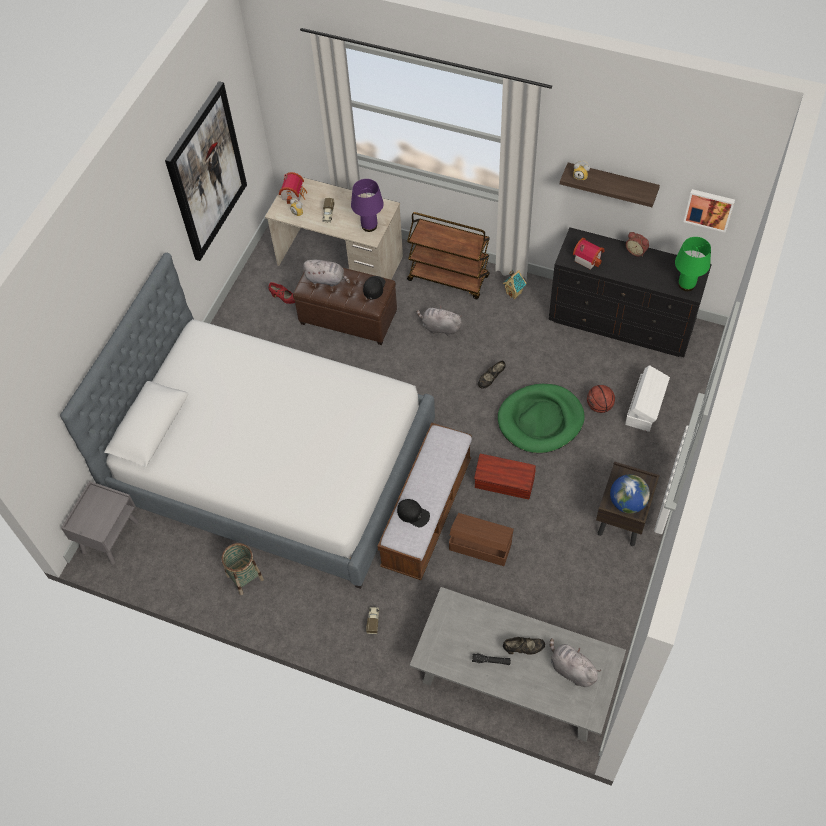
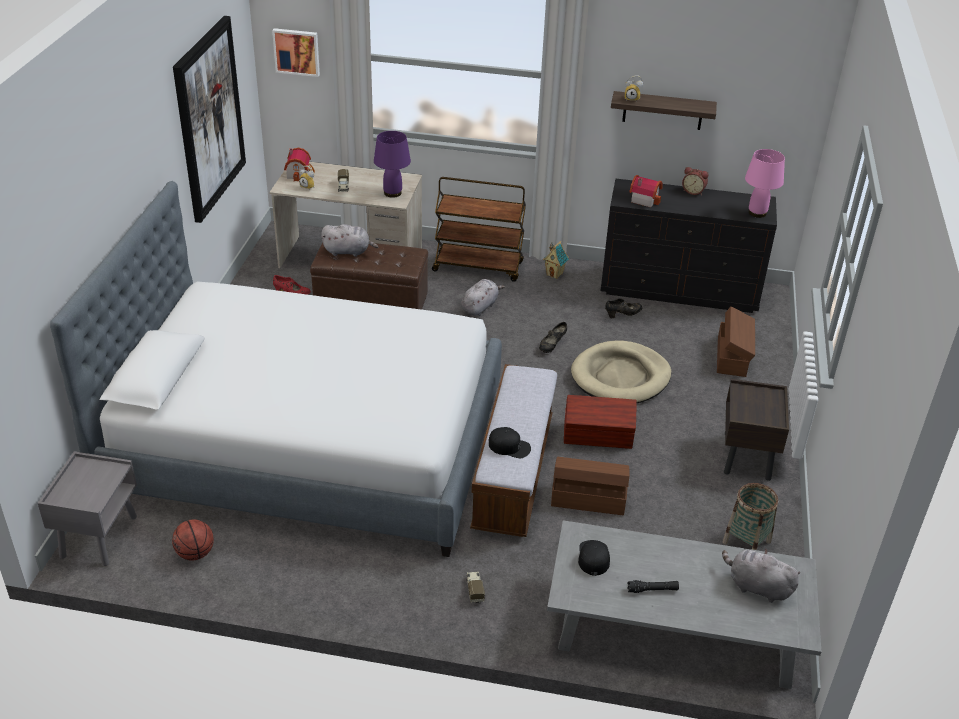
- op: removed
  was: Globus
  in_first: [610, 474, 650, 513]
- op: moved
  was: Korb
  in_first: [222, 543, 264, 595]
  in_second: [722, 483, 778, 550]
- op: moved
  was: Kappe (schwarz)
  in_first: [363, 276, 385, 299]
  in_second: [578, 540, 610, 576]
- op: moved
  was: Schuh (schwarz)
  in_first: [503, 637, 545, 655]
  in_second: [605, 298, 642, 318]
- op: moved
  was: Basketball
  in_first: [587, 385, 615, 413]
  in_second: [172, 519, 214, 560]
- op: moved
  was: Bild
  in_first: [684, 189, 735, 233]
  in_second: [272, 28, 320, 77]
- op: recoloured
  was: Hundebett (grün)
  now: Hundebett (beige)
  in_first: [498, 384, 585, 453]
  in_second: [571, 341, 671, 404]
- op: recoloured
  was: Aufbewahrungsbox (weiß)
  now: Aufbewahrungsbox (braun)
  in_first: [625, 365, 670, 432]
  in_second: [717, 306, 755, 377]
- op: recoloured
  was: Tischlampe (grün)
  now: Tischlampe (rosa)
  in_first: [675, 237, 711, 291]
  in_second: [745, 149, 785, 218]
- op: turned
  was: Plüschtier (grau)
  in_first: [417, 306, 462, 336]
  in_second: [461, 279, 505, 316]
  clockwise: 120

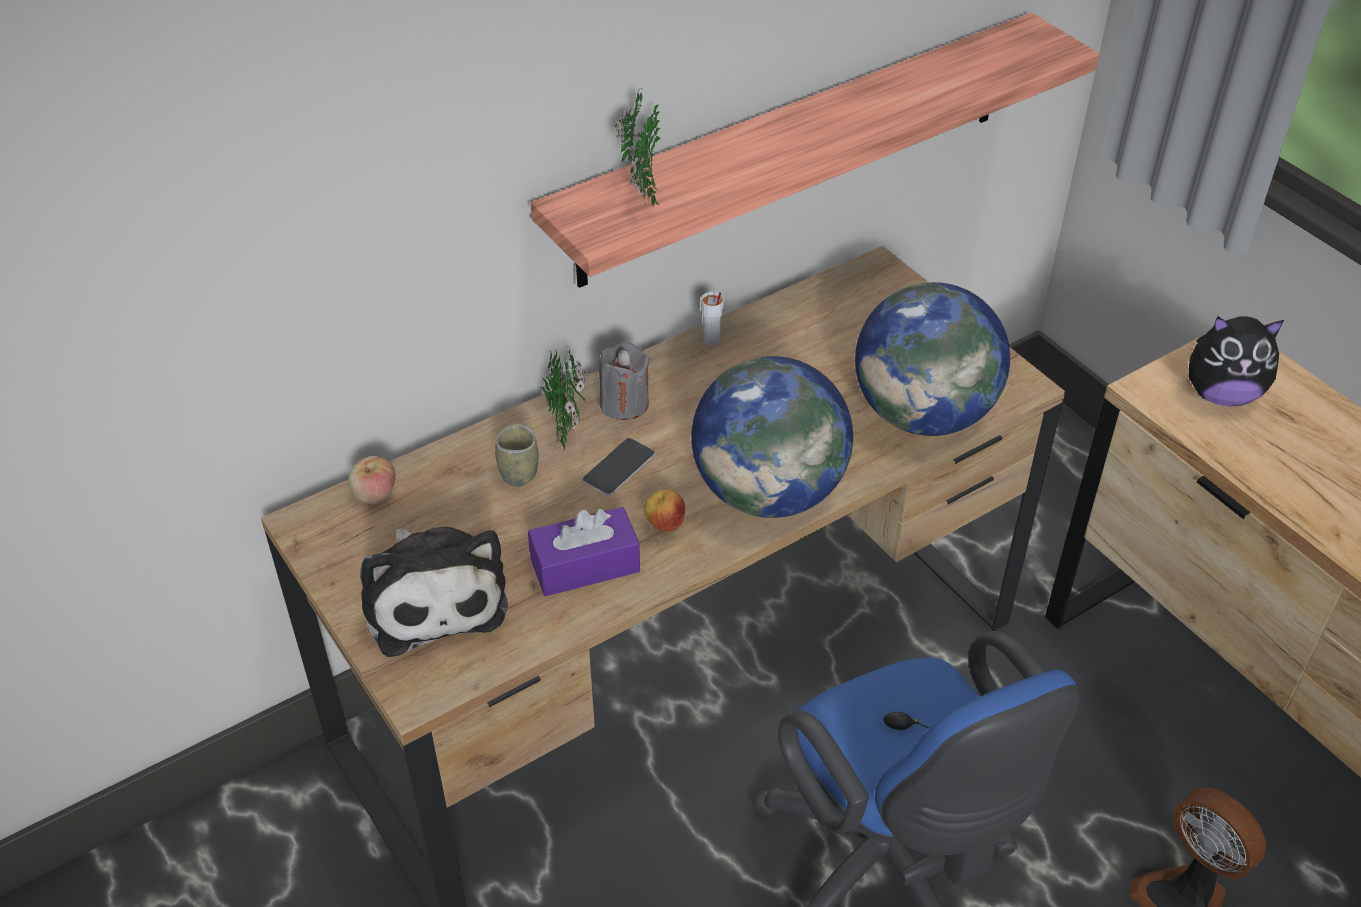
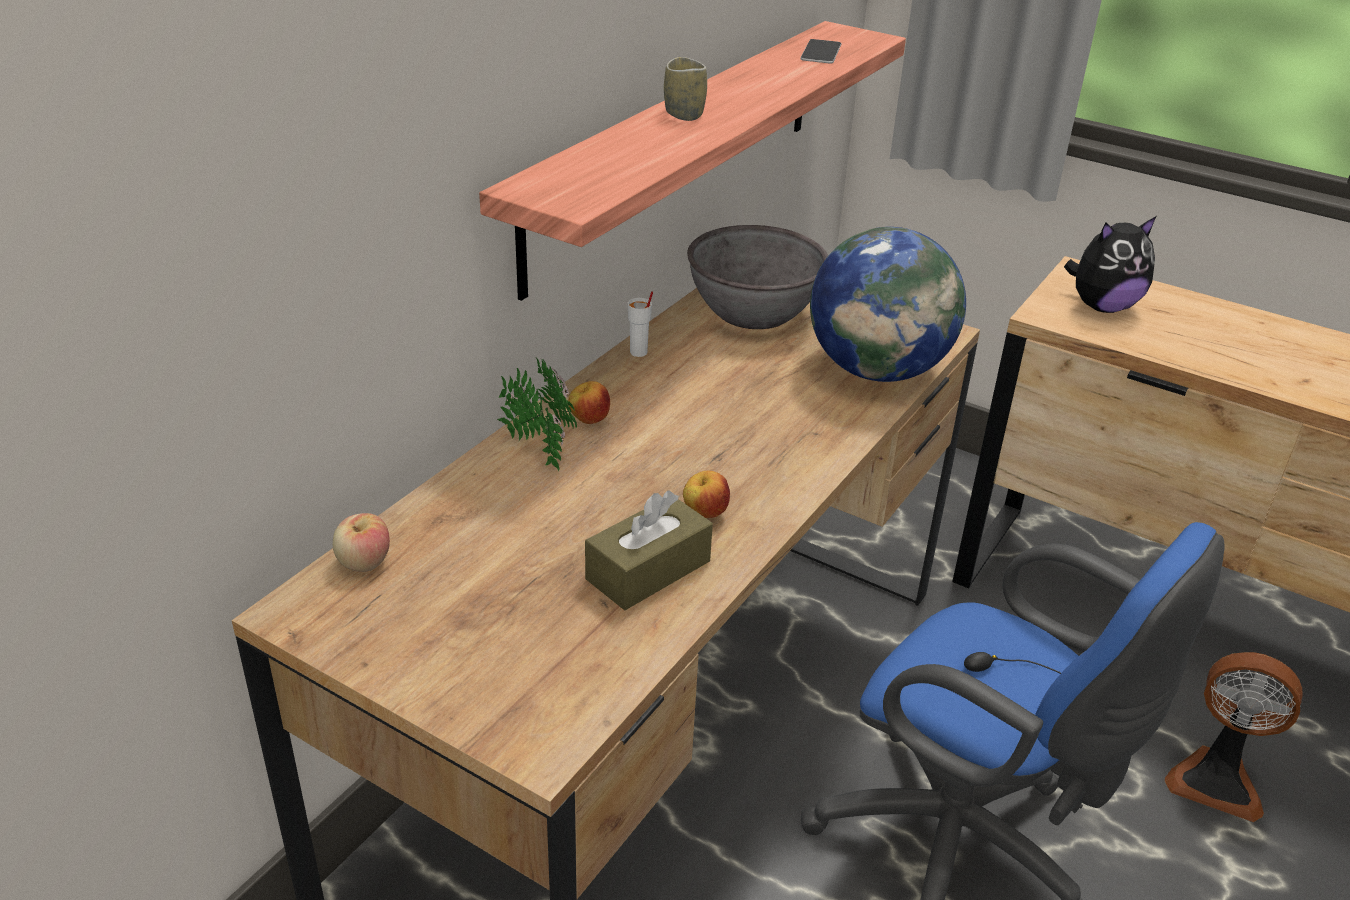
- op: removed
  was: Plüschtier
  in_first: [360, 527, 508, 657]
- op: removed
  was: Topfpflanze
  in_first: [615, 88, 660, 207]
- op: removed
  was: Globus
  in_first: [691, 356, 853, 518]
- op: added
  now: Schüssel (grau)
  in_second: [687, 225, 828, 329]
- op: moved
  was: Tasse
  in_first: [495, 424, 539, 487]
  in_second: [664, 57, 707, 121]
- op: moved
  was: Handy
  in_first: [582, 438, 655, 496]
  in_second: [801, 39, 841, 64]
- op: replaced
  was: Kerze (grau)
  now: Apfel
  in_first: [597, 342, 649, 420]
  in_second: [568, 381, 610, 424]
- op: recoloured
  was: Taschentuchbox (lila)
  now: Taschentuchbox (braun)
  in_first: [528, 507, 640, 596]
  in_second: [585, 491, 713, 610]

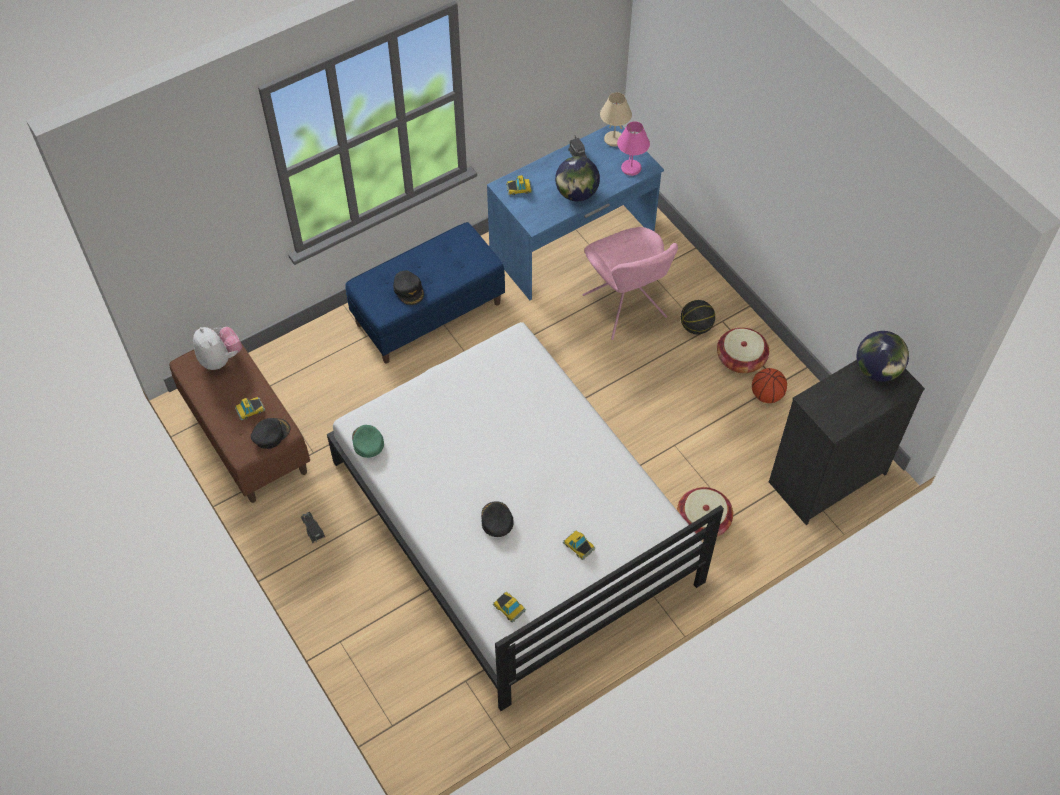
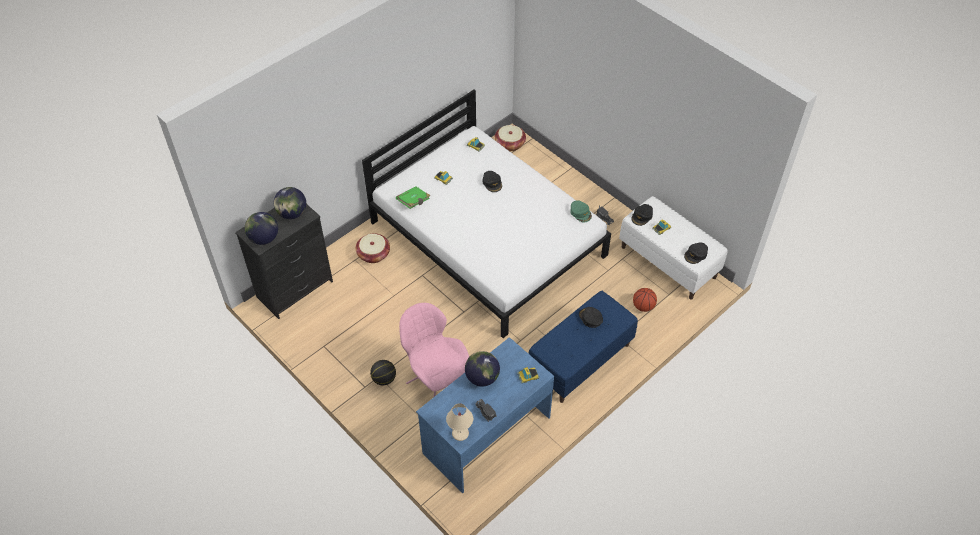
- op: removed
  was: Tischlampe (rosa)
  in_first: [617, 121, 650, 176]
- op: added
  now: Globus
  in_second: [274, 187, 306, 219]
- op: added
  now: Buch (grün)
  in_second: [396, 187, 430, 209]
- op: moved
  was: Korb
  in_first: [717, 328, 769, 373]
  in_second: [495, 125, 526, 151]
- op: moved
  was: Basketball
  in_first: [752, 368, 787, 403]
  in_second: [633, 288, 657, 312]
- op: replaced
  was: Plüschtier
  now: Kappe (schwarz)
  in_first: [193, 327, 242, 370]
  in_second: [684, 242, 708, 264]
- op: recoloured
  was: Bank (braun)
  now: Bank (weiß)
  in_first: [169, 341, 310, 503]
  in_second: [619, 196, 728, 300]

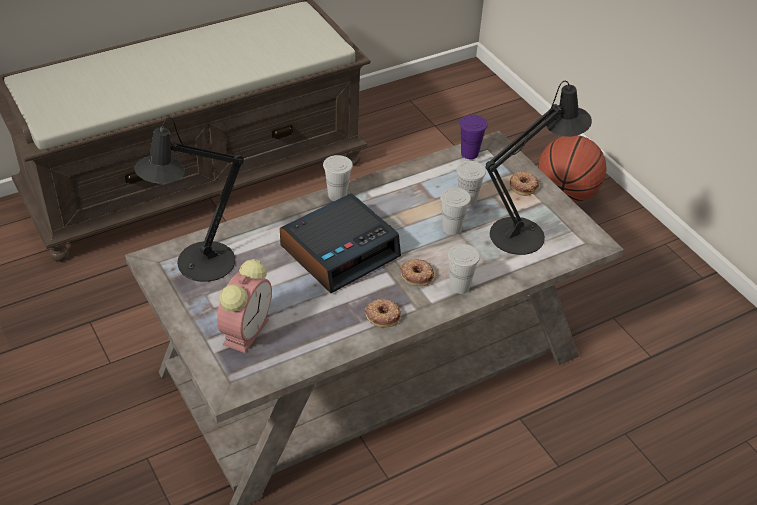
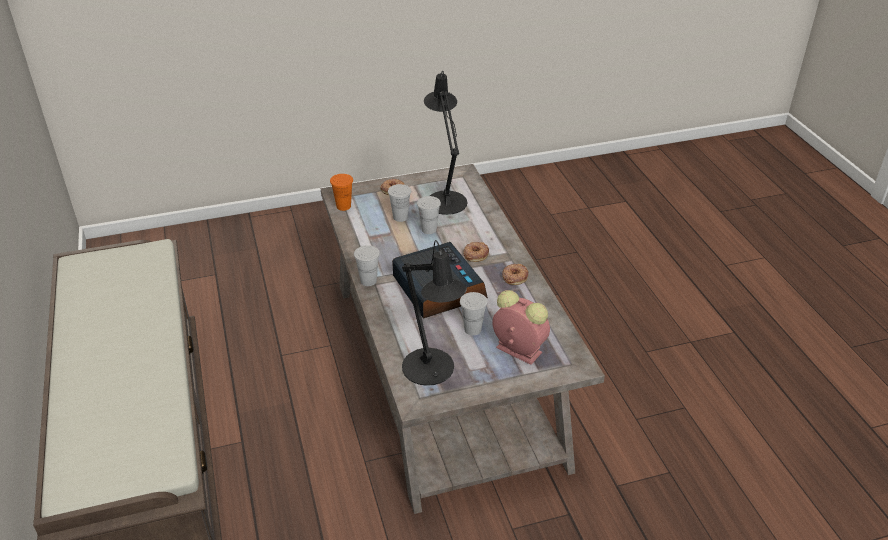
- op: removed
  was: Basketball
  in_first: [538, 135, 606, 202]
- op: moved
  was: Tasse (weiß)
  in_first: [448, 244, 480, 294]
  in_second: [460, 292, 488, 335]
- op: recoloured
  was: Tasse (lila)
  now: Tasse (orange)
  in_first: [459, 115, 488, 159]
  in_second: [330, 174, 353, 211]

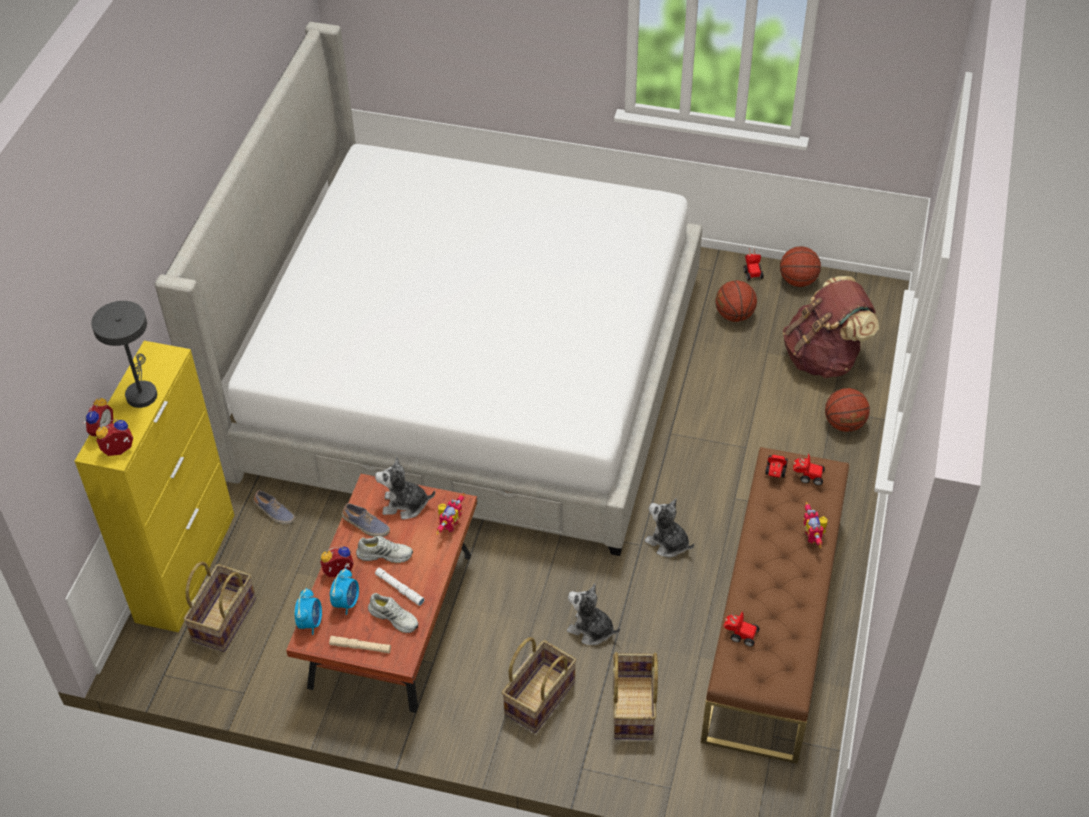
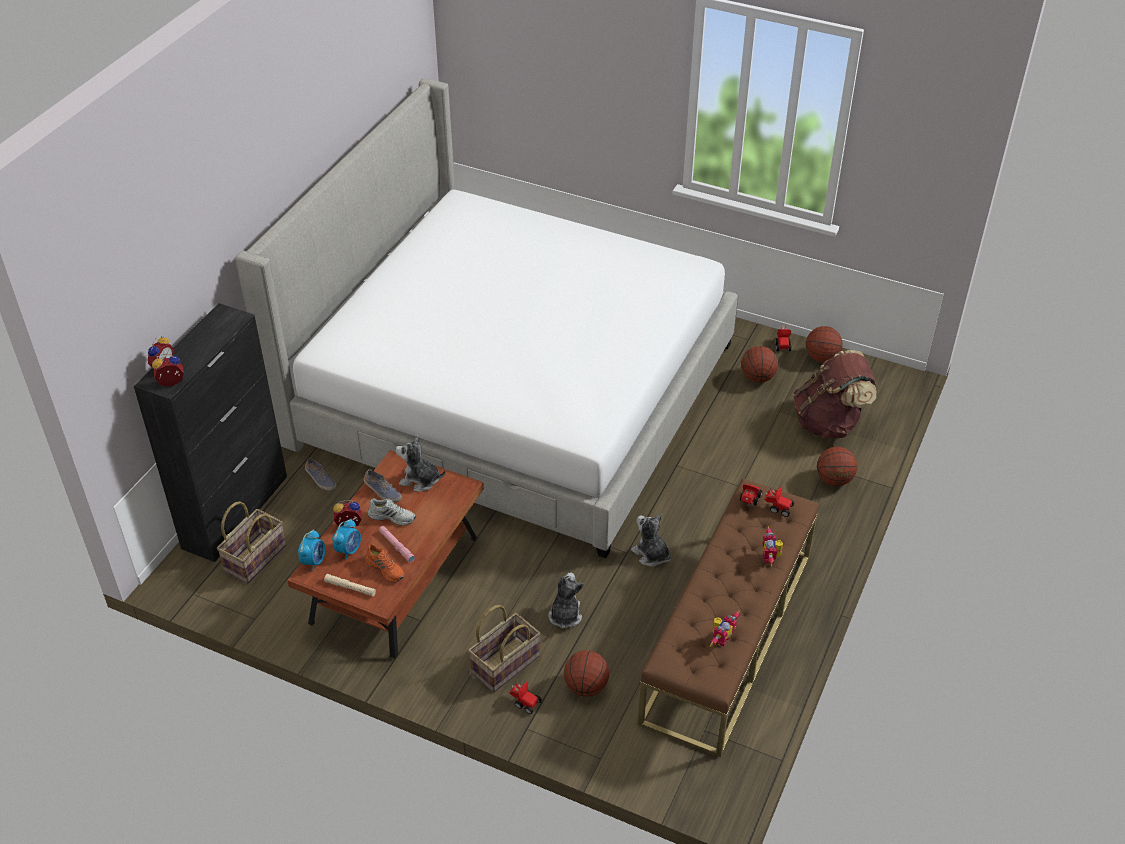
- op: removed
  was: Tischlampe (grau)
  in_first: [91, 301, 157, 408]
- op: moved
  was: Spielzeugroboter
  in_first: [436, 493, 464, 535]
  in_second: [710, 610, 740, 647]
- op: moved
  was: Spielzeugauto
  in_first: [723, 610, 760, 647]
  in_second: [509, 679, 542, 714]
- op: replaced
  was: Korb
  now: Basketball
  in_first: [613, 652, 658, 740]
  in_second: [564, 650, 609, 697]
- op: recoloured
  was: Schrank (gelb)
  now: Schrank (schwarz)
  in_first: [75, 341, 235, 632]
  in_second: [134, 303, 287, 562]
- op: recoloured
  was: Schuh (weiß)
  now: Schuh (orange)
  in_first: [368, 593, 418, 633]
  in_second: [365, 544, 404, 583]
- op: recoloured
  was: Taschenlampe (weiß)
  now: Taschenlampe (rosa)
  in_first: [375, 568, 425, 606]
  in_second: [379, 526, 415, 562]
- op: turned
  was: Plüschtier
  in_first: [567, 584, 620, 645]
  in_second: [548, 572, 584, 628]
  clockwise: 60

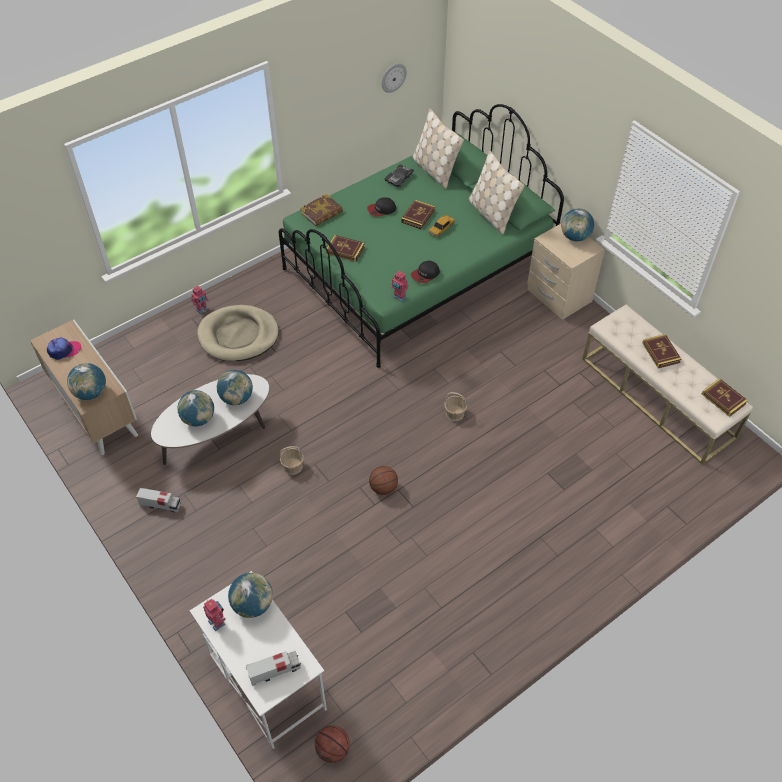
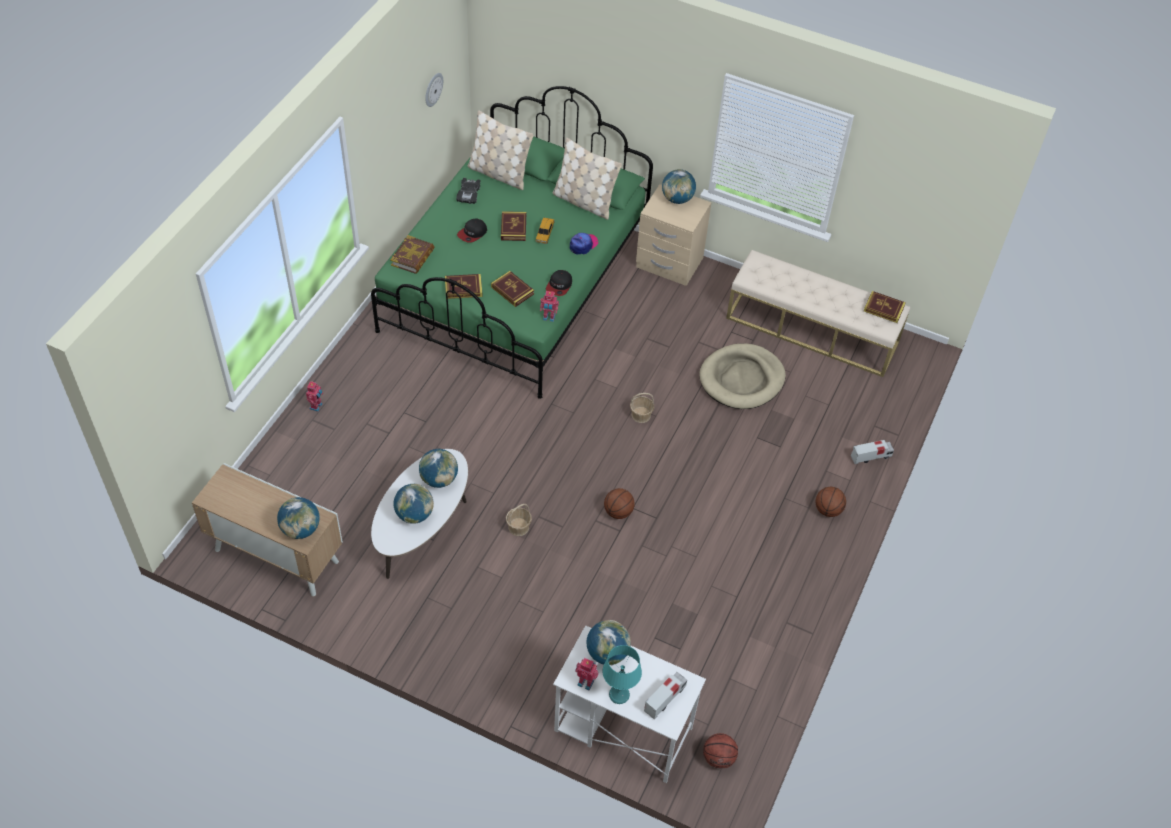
- op: added
  now: Tischlampe (türkis)
  in_second: [602, 645, 642, 704]
- op: added
  now: Basketball
  in_second: [816, 487, 846, 517]
- op: moved
  was: Kappe
  in_first: [47, 337, 81, 360]
  in_second: [570, 233, 598, 254]
- op: moved
  was: Spielzeuglaster
  in_first: [136, 488, 181, 513]
  in_second: [851, 440, 894, 464]
- op: moved
  was: Hundebett (beige)
  in_first: [197, 305, 279, 361]
  in_second: [699, 344, 786, 409]
- op: moved
  was: Buch
  in_first: [642, 334, 681, 368]
  in_second: [491, 271, 534, 307]

